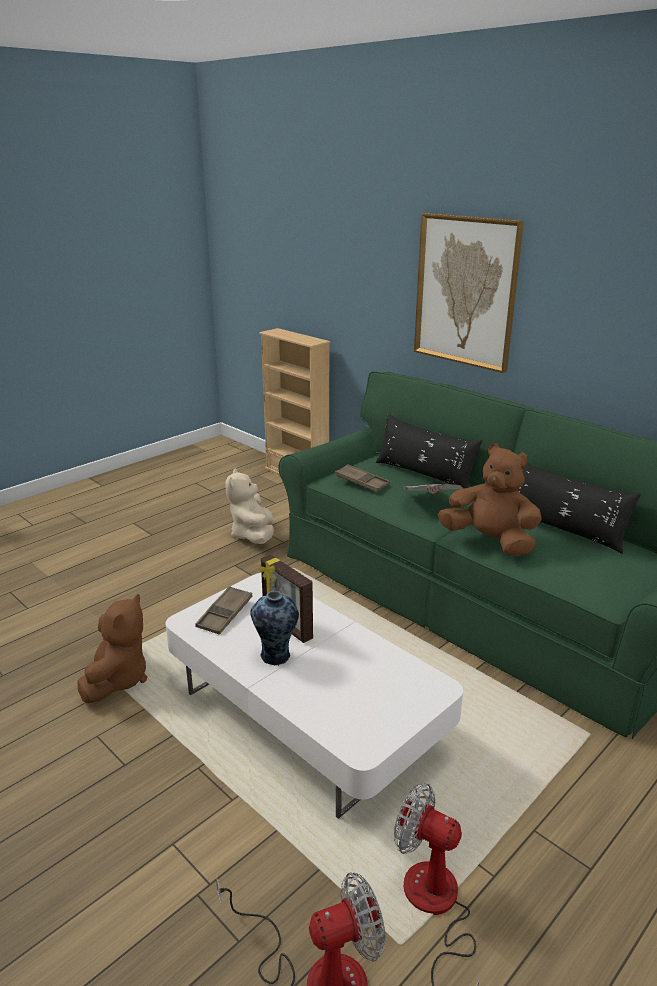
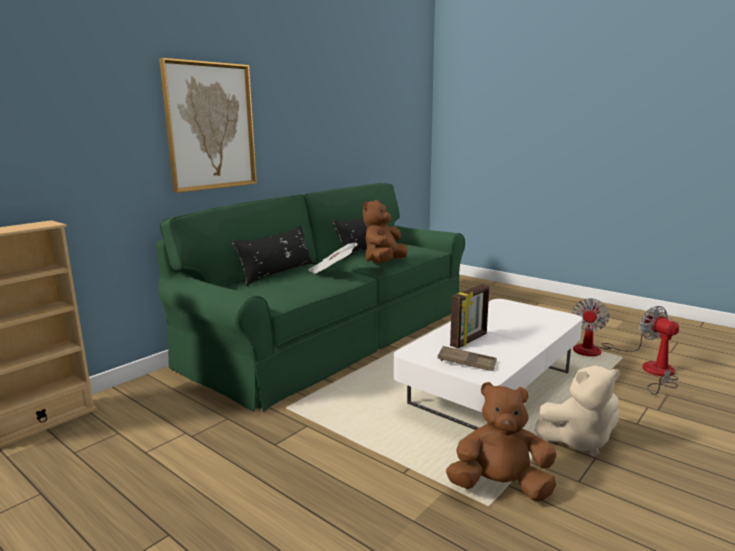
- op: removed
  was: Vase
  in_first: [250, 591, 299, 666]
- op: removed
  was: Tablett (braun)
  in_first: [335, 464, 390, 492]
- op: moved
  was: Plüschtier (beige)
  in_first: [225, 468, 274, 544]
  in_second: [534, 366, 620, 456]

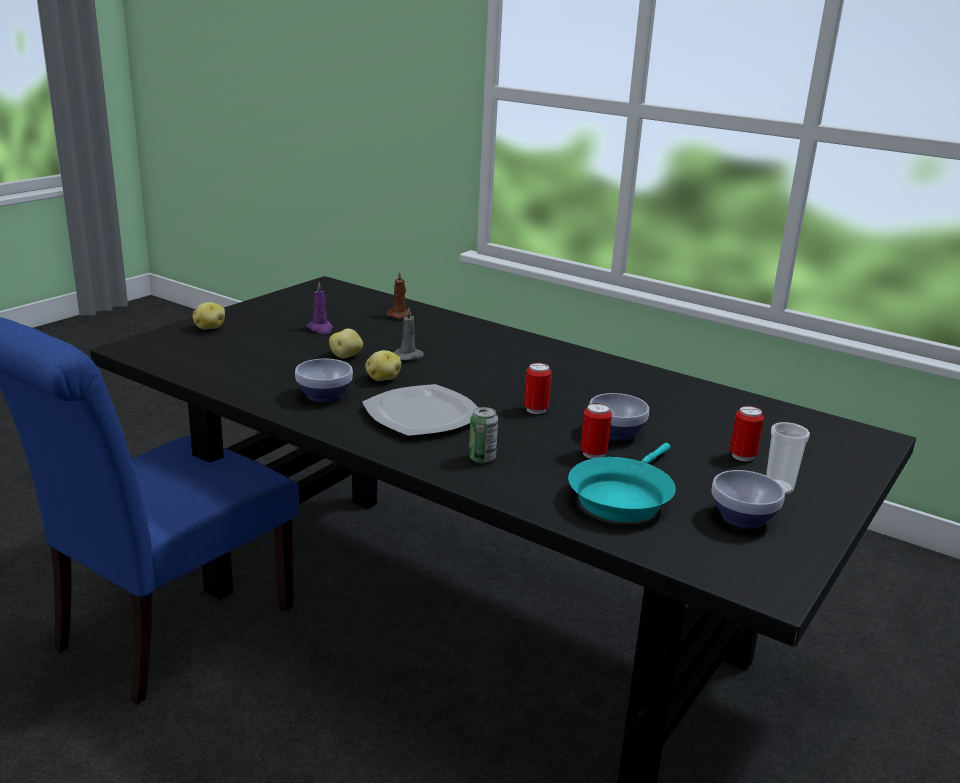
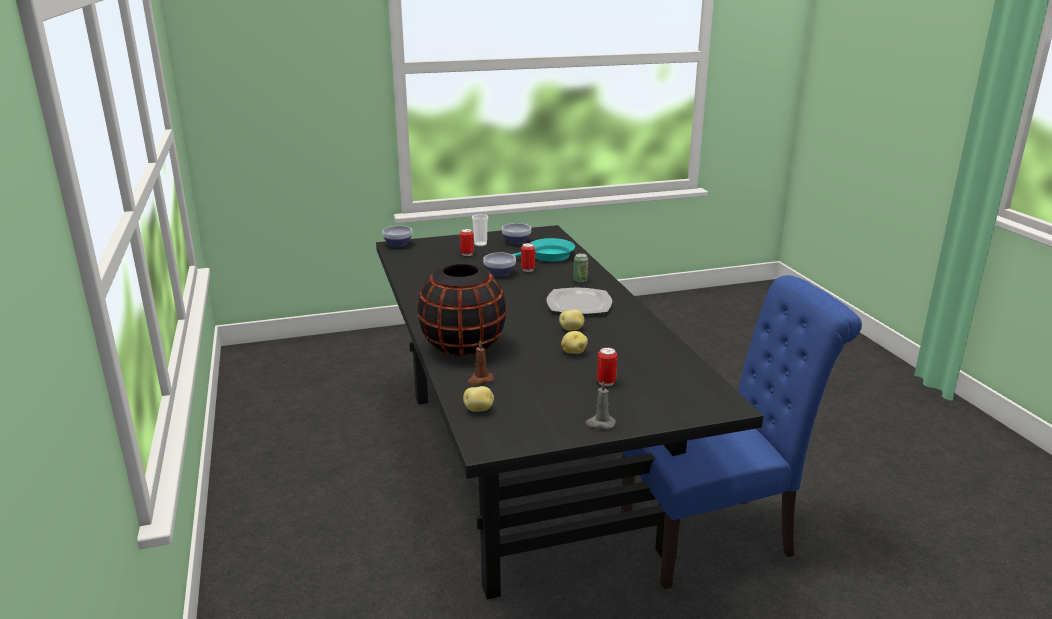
- op: removed
  was: Kerze (lila)
  in_first: [306, 282, 333, 334]
- op: added
  now: Vase (schwarz)
  in_second: [417, 264, 506, 356]
- op: moved
  was: Kartoffel
  in_first: [192, 302, 225, 329]
  in_second: [463, 386, 494, 412]
- op: moved
  was: Schüssel
  in_first: [295, 359, 353, 403]
  in_second: [382, 226, 412, 248]
- op: moved
  was: Kerze (grau)
  in_first: [394, 308, 424, 360]
  in_second: [585, 381, 616, 429]
- op: moved
  was: Dose
  in_first: [524, 363, 552, 414]
  in_second: [597, 347, 617, 386]

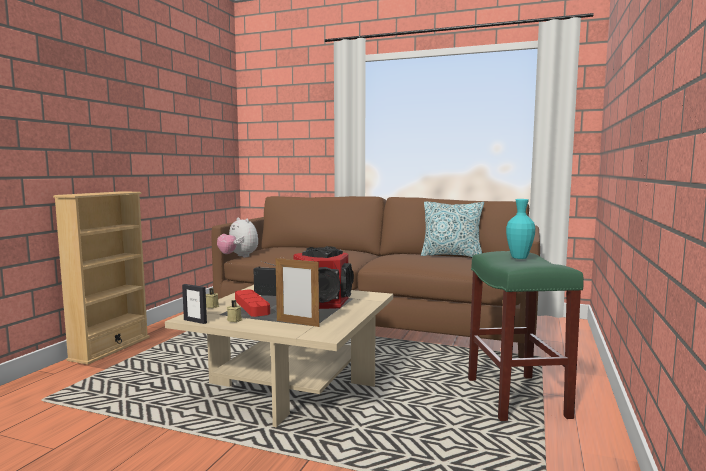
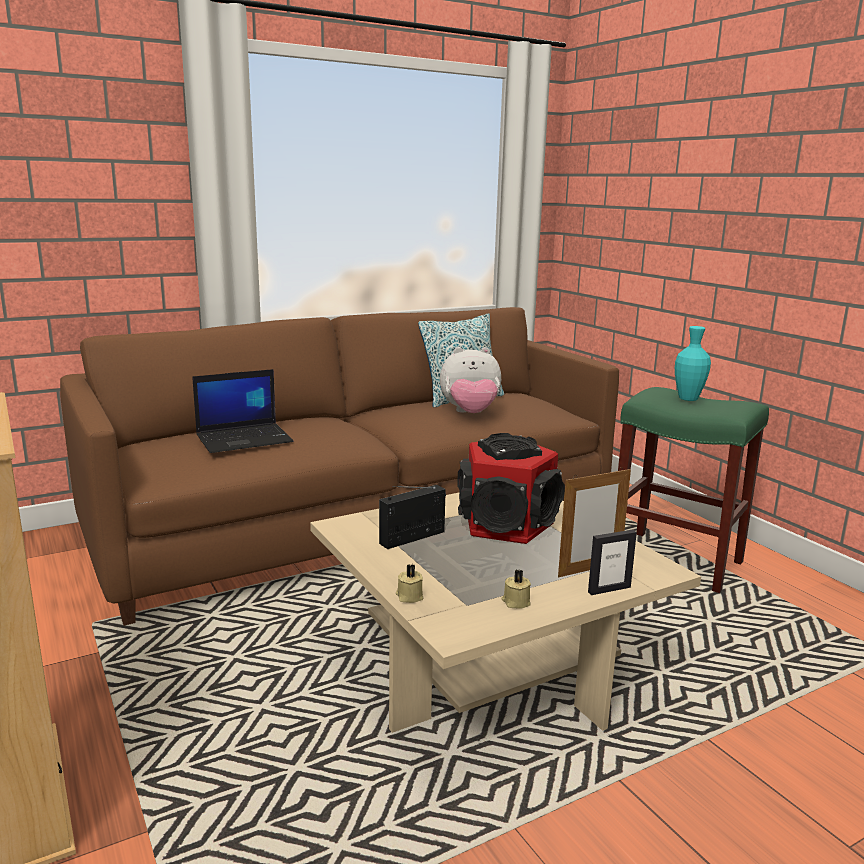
- op: removed
  was: Tablett (rot)
  in_first: [235, 290, 270, 317]
- op: added
  now: Laptop
  in_second: [192, 369, 293, 453]
- op: moved
  was: Bilderrahmen
  in_first: [182, 284, 207, 324]
  in_second: [588, 530, 637, 595]
- op: moved
  was: Plüschtier
  in_first: [217, 217, 258, 257]
  in_second: [440, 347, 501, 413]

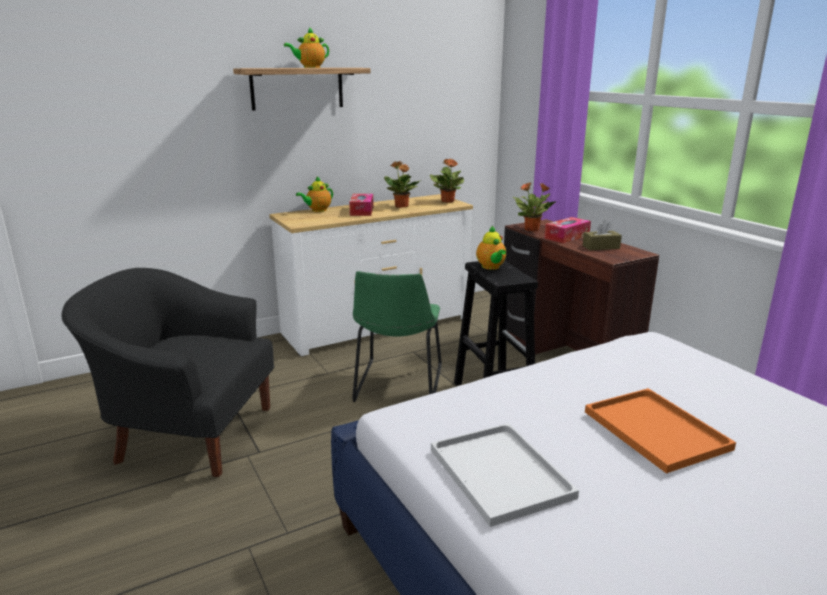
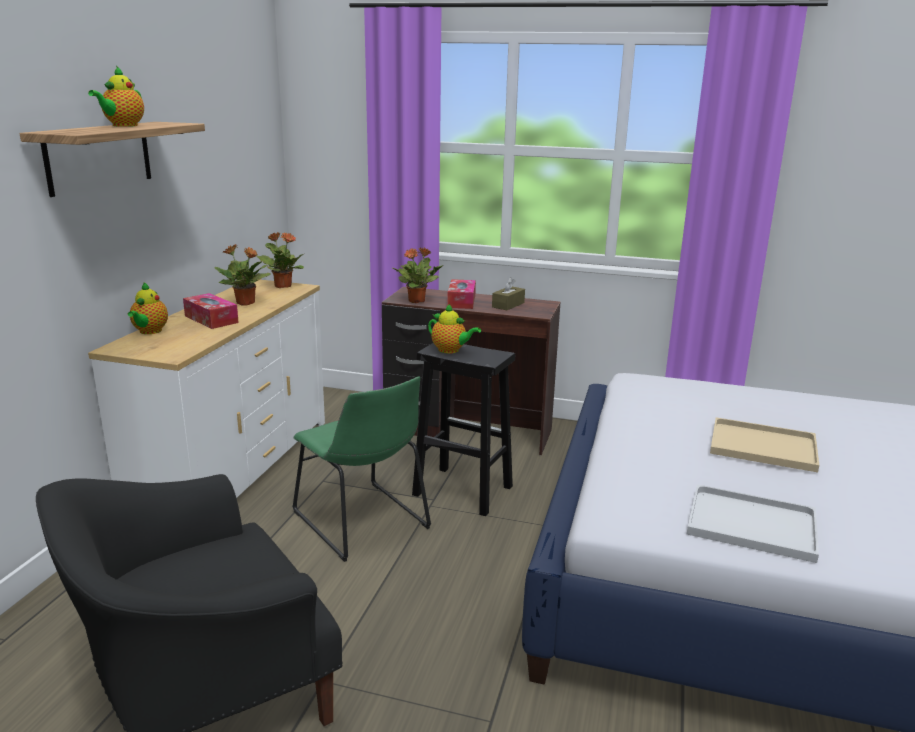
- op: recoloured
  was: Tablett (orange)
  now: Tablett (beige)
  in_first: [585, 388, 736, 474]
  in_second: [710, 417, 819, 472]

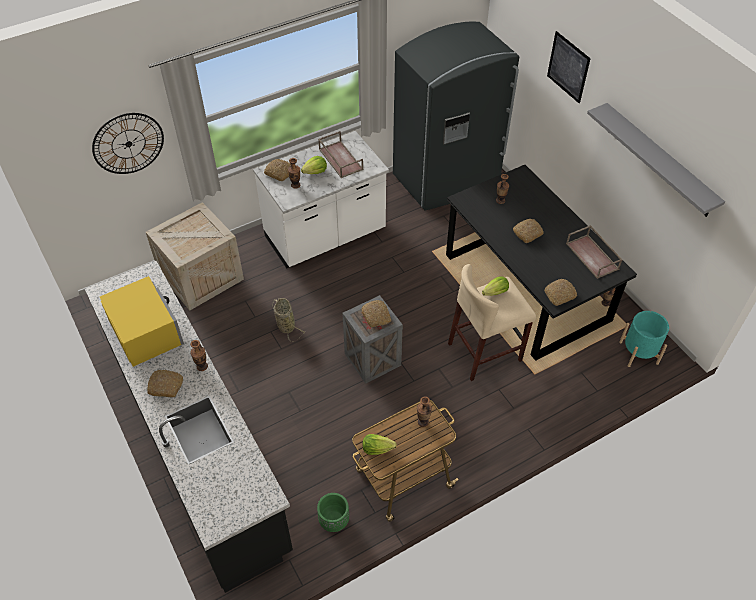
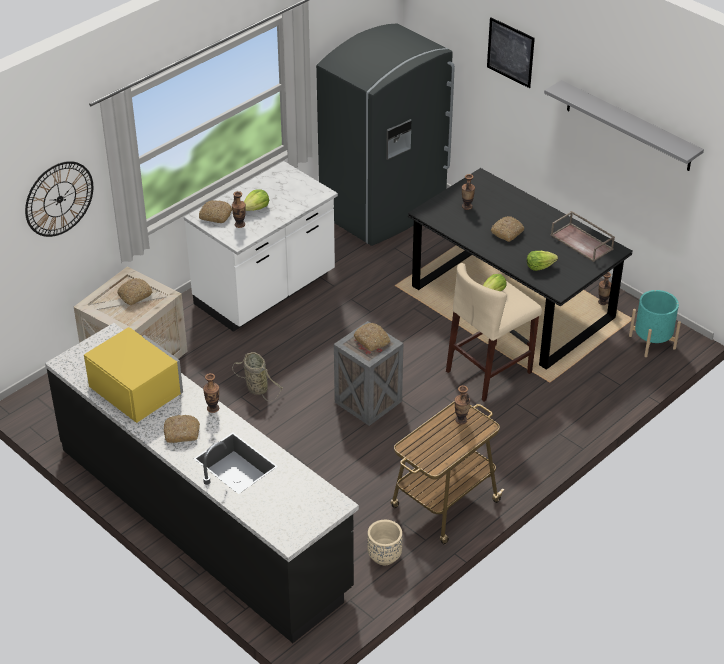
- op: removed
  was: Tablett (braun)
  in_first: [318, 131, 363, 178]
- op: moved
  was: Salatkopf
  in_first: [363, 434, 397, 455]
  in_second: [527, 251, 558, 271]
- op: moved
  was: Brot
  in_first: [544, 279, 577, 306]
  in_second: [117, 278, 152, 305]
- op: recoloured
  was: Pflanzkübel (grün)
  now: Pflanzkübel (beige)
  in_first: [317, 493, 349, 532]
  in_second: [367, 520, 402, 565]

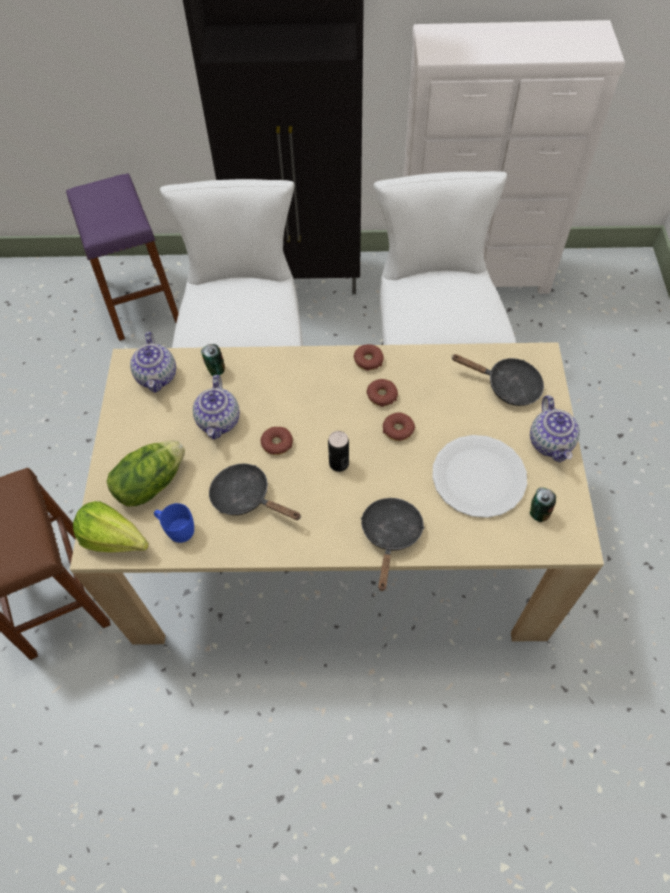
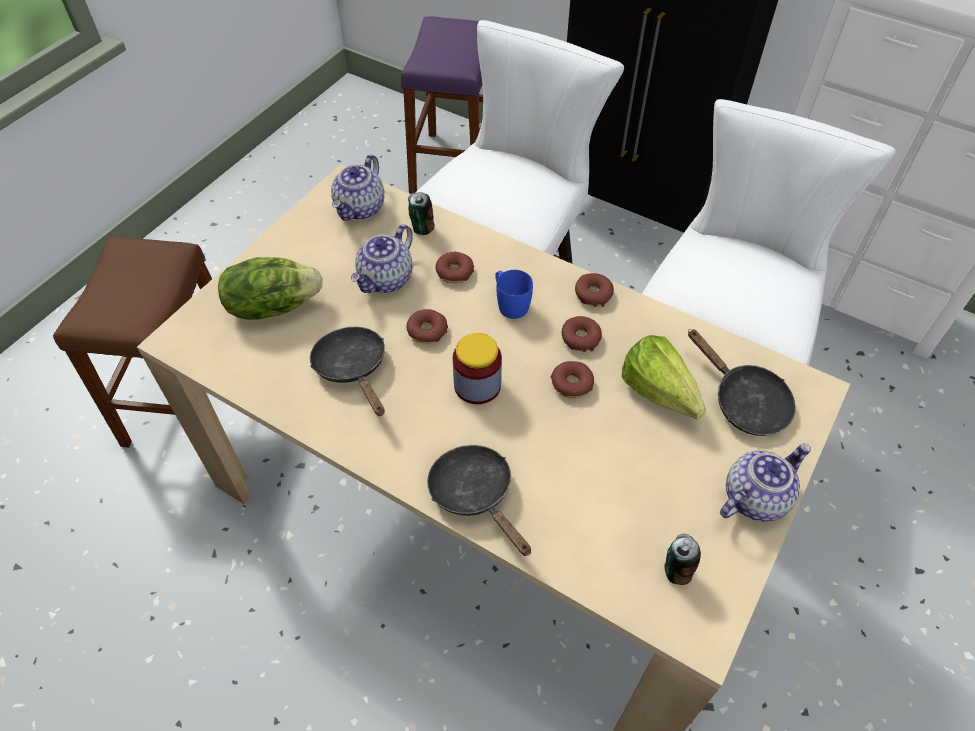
- op: removed
  was: Teller (weiß)
  in_first: [432, 435, 527, 518]
- op: added
  now: Donut
  in_second: [436, 252, 474, 283]
- op: moved
  was: Salatkopf
  in_first: [73, 501, 149, 552]
  in_second: [622, 335, 706, 419]
- op: moved
  was: Henkelbecher (blau)
  in_first: [154, 503, 194, 543]
  in_second: [495, 270, 533, 319]
- op: replaced
  was: Dose
  now: Vorratsglas
  in_first: [328, 431, 349, 472]
  in_second: [453, 333, 502, 404]
- op: turned
  was: Pfanne (schwarz)
  in_first: [361, 498, 425, 592]
  in_second: [427, 445, 531, 556]
  clockwise: -75
- op: turned
  was: Teekanne
  in_first: [530, 395, 580, 463]
  in_second: [720, 443, 811, 521]
  clockwise: -150

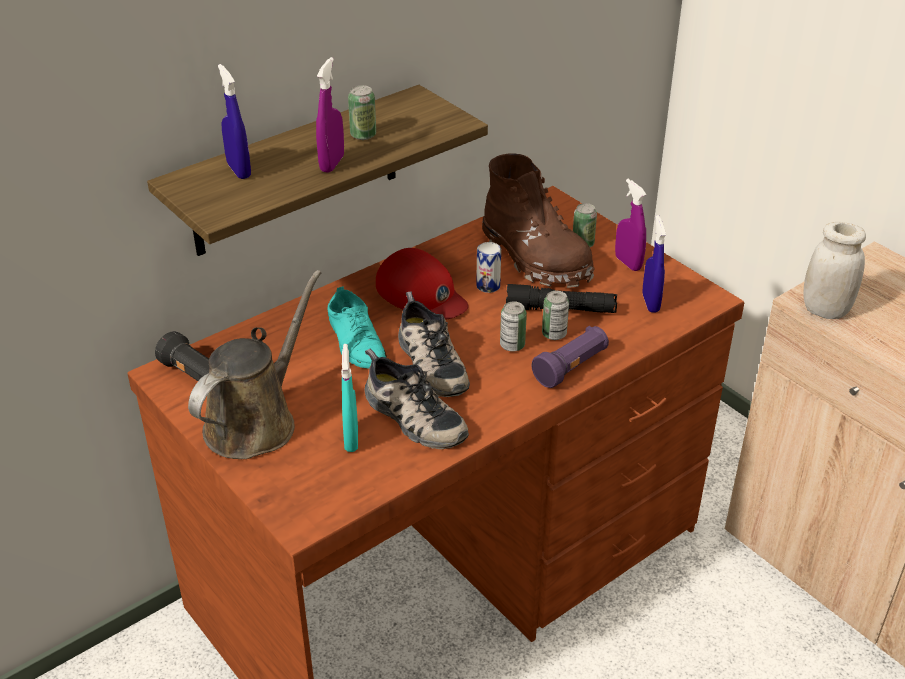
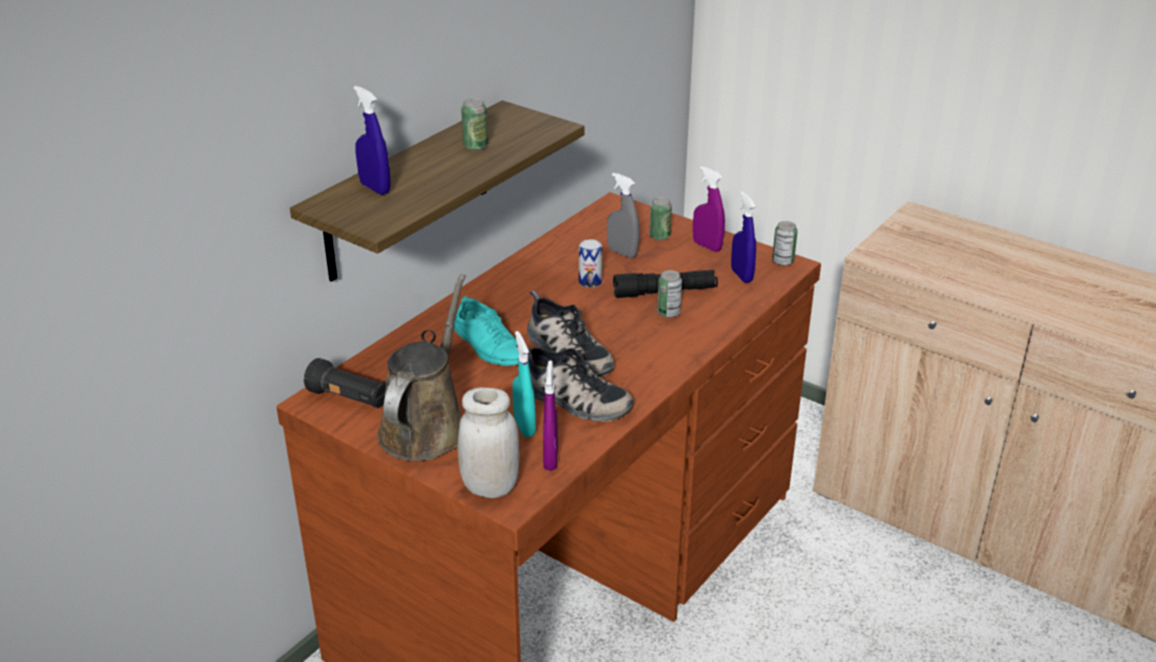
- op: removed
  was: Kappe (rot)
  in_first: [376, 248, 468, 320]
- op: removed
  was: Taschenlampe (lila)
  in_first: [532, 326, 609, 388]
- op: moved
  was: Sprühflasche (lila)
  in_first: [316, 57, 344, 173]
  in_second: [543, 360, 558, 471]
- op: moved
  was: Dose
  in_first: [500, 301, 527, 352]
  in_second: [772, 221, 797, 266]
- op: moved
  was: Vorratsglas (weiß)
  in_first: [803, 222, 866, 319]
  in_second: [457, 387, 520, 498]
- op: replaced
  was: Stiefel (braun)
  now: Sprühflasche (grau)
  in_first: [482, 153, 594, 288]
  in_second: [607, 173, 639, 258]

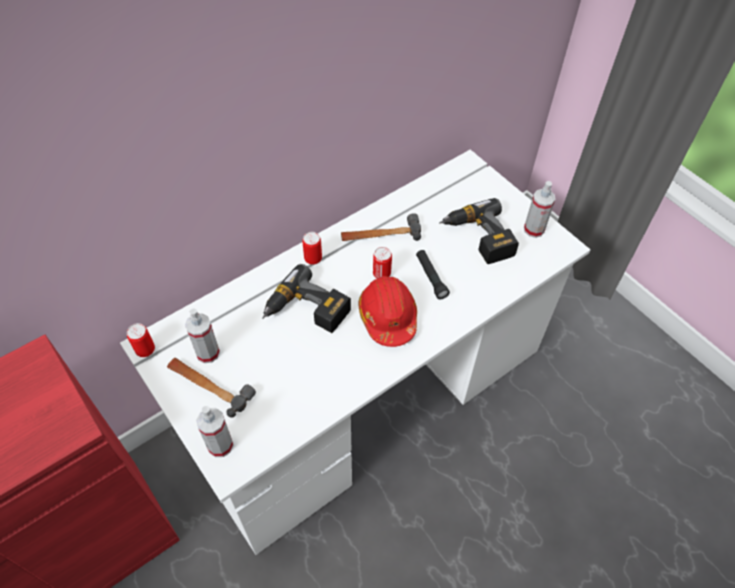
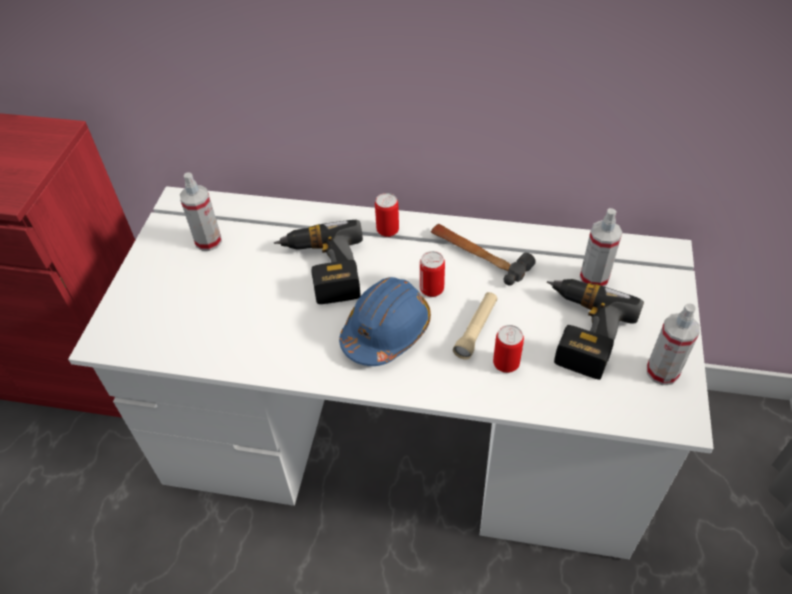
- op: removed
  was: Hammer
  in_first: [167, 358, 256, 418]
- op: moved
  was: Dose
  in_first: [127, 323, 155, 357]
  in_second: [493, 325, 524, 373]
- op: moved
  was: Sprühflasche
  in_first: [196, 406, 233, 457]
  in_second: [580, 208, 623, 287]
- op: recoloured
  was: Schutzhelm (rot)
  now: Schutzhelm (blau)
  in_first: [359, 276, 417, 347]
  in_second: [339, 277, 431, 366]
- op: recoloured
  was: Taschenlampe (schwarz)
  now: Taschenlampe (beige)
  in_first: [416, 250, 450, 299]
  in_second: [453, 292, 498, 360]

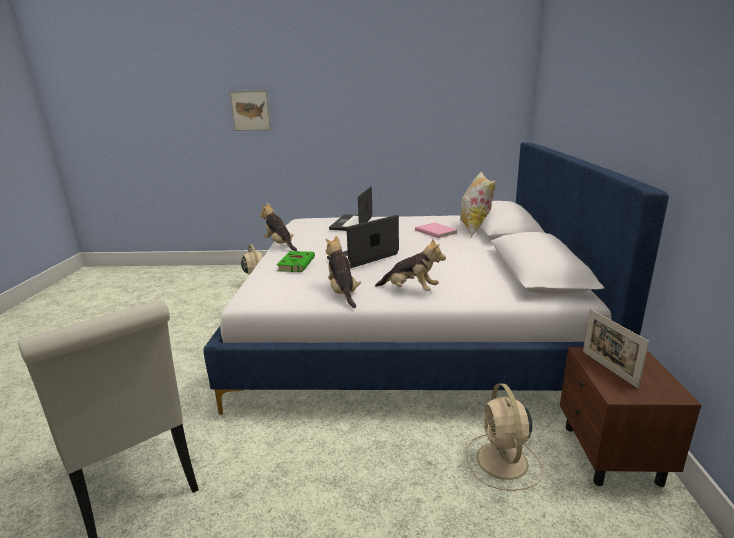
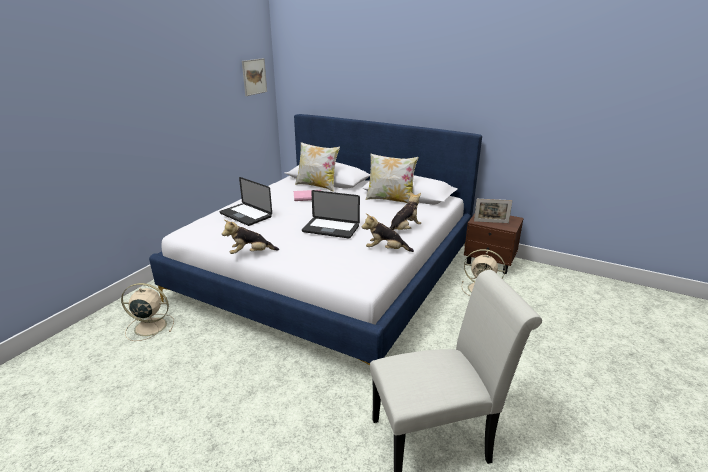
- op: removed
  was: Buch (grün)
  in_first: [277, 251, 315, 272]
- op: added
  now: Kissen
  in_second: [365, 153, 418, 203]
- op: moved
  was: Bild
  in_first: [229, 90, 271, 131]
  in_second: [242, 58, 267, 96]
- op: turned
  was: Laptop
  in_first: [327, 215, 399, 268]
  in_second: [302, 190, 360, 239]
  clockwise: -60

